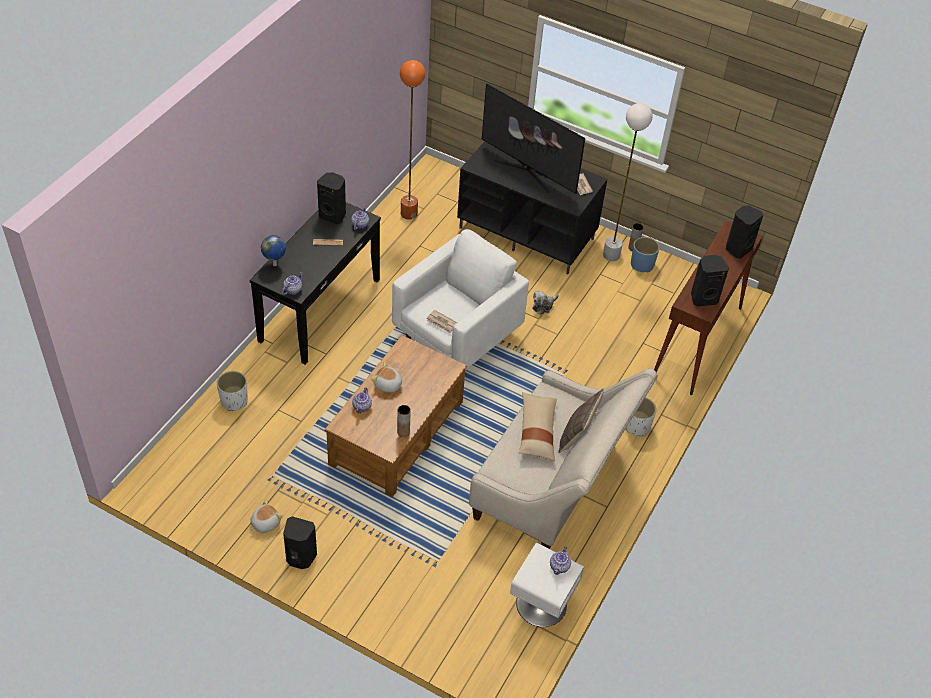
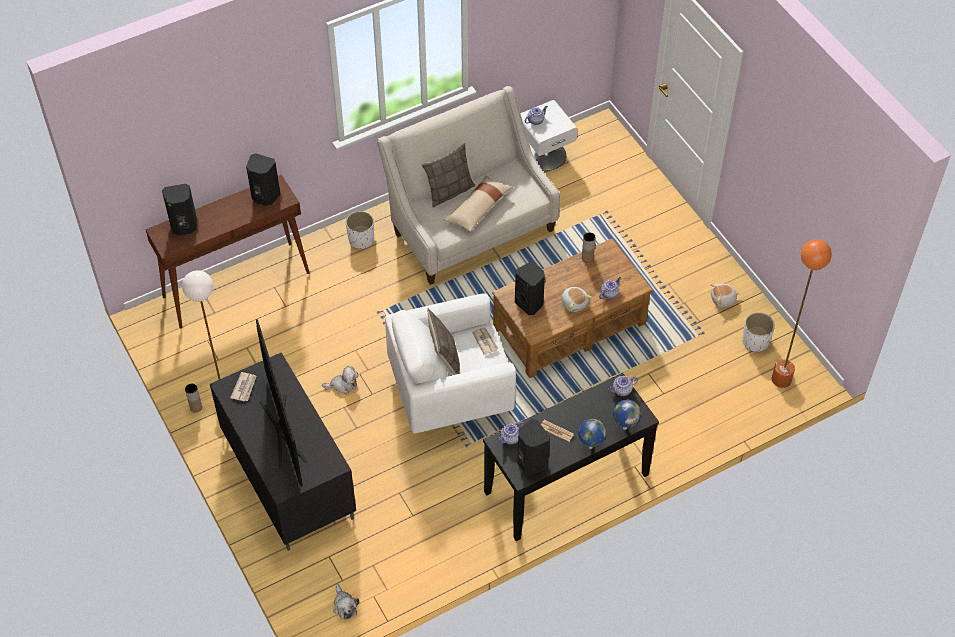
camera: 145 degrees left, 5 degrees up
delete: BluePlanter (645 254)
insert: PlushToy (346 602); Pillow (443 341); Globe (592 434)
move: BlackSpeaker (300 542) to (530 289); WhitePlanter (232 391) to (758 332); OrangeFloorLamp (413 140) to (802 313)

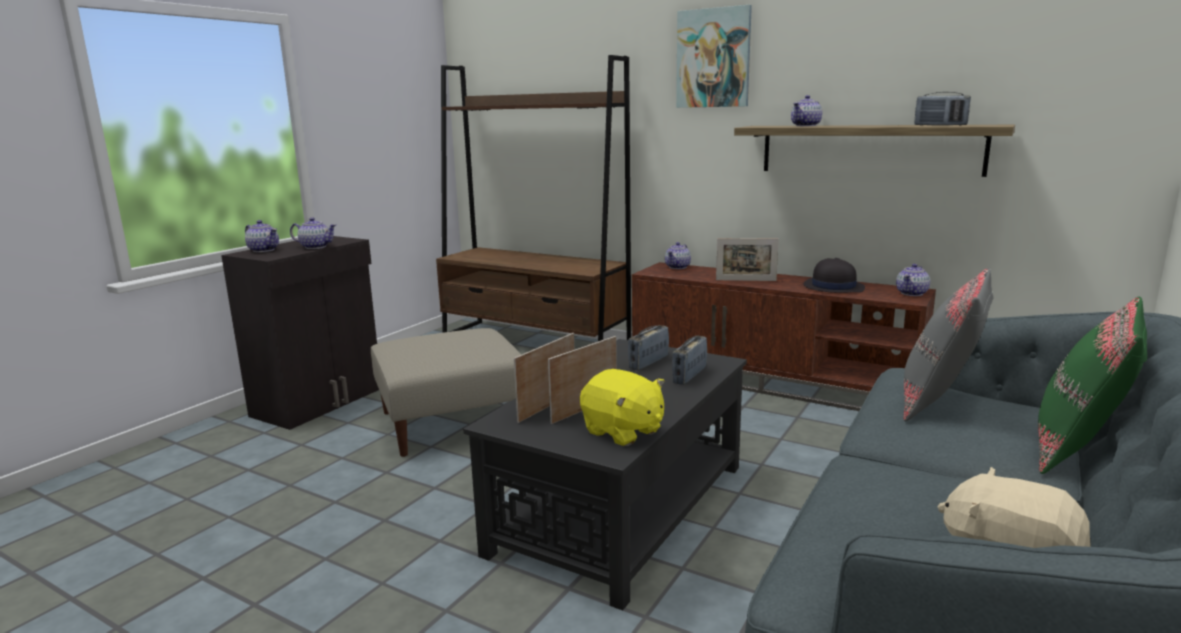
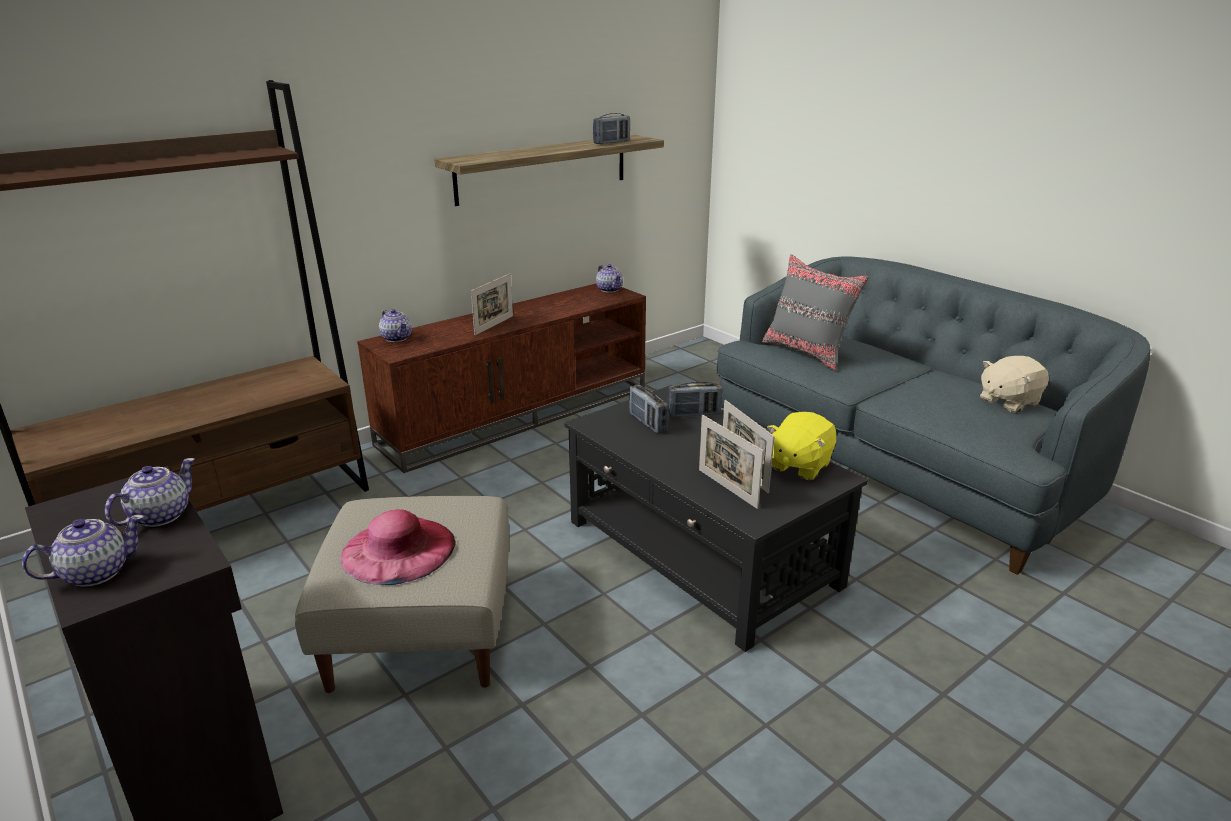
camera: 70 degrees left, 10 degrees up
delete: Picture (714 56); Teapot (806 110); BlackHat (834 275); GreenPillow (1092 385)
insert: PinkHat (398 547)
rotate: Radio (689 360) = (695 399) 60 degrees counterclockwise; YellowPlushToy (622 407) = (801 446) 150 degrees clockwise

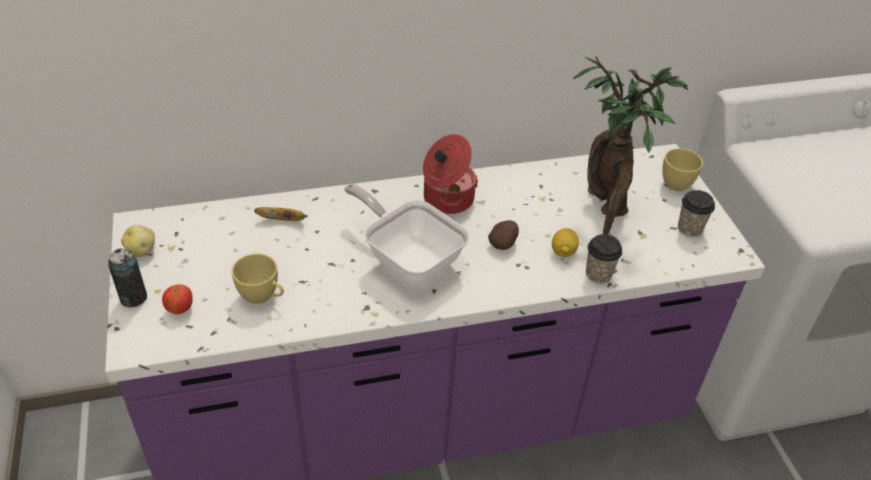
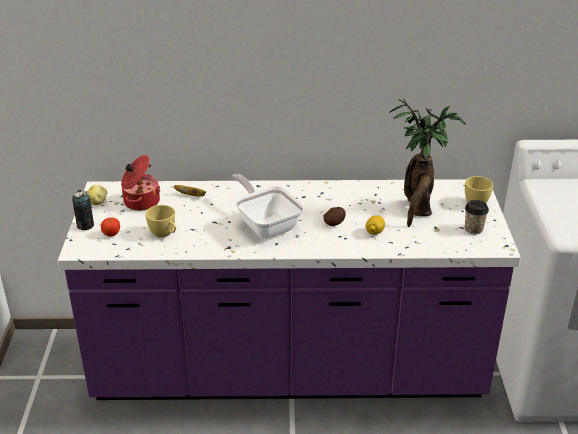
camera: 15 degrees right, 10 degrees down
delete: Cup (604 259)
move: CookingPot (450 174) to (140 183)

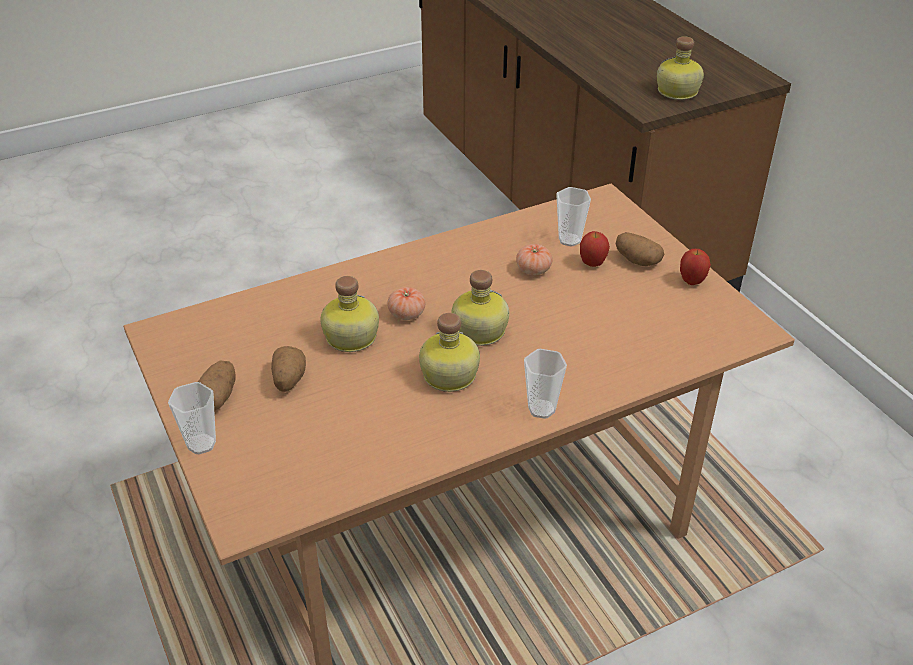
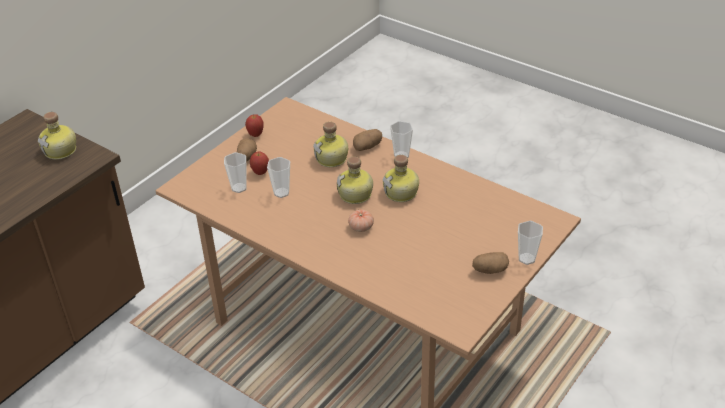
camera: 115 degrees left, 0 degrees up
move: Bottle (349 314) to (330 144); Potato (288 369) to (367 140)
replace: Tomato (534 259) to Cup (278 177)

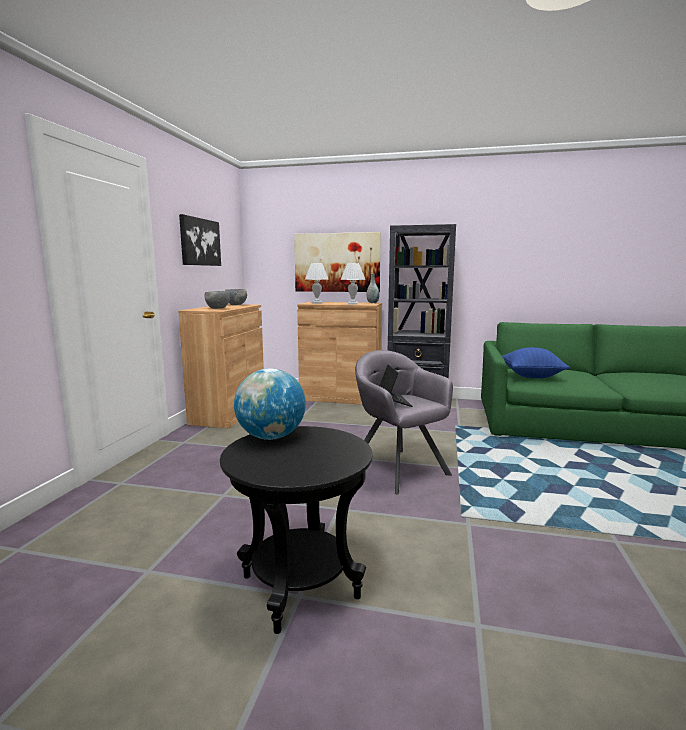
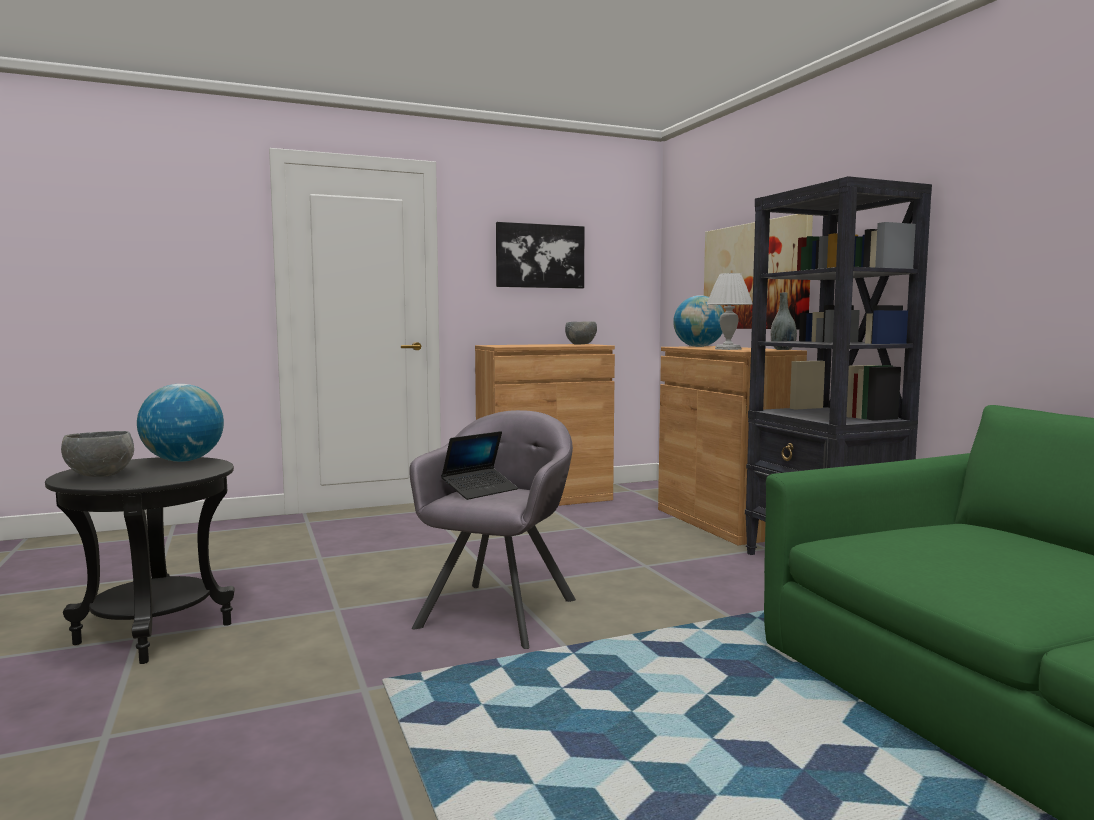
camera: 55 degrees right, 5 degrees down
delete: BluePillow (535 362)
move: GreyBowl (217 300) to (97 454)
replace: WhiteTableLamp (316 283) to Globe (698 321)

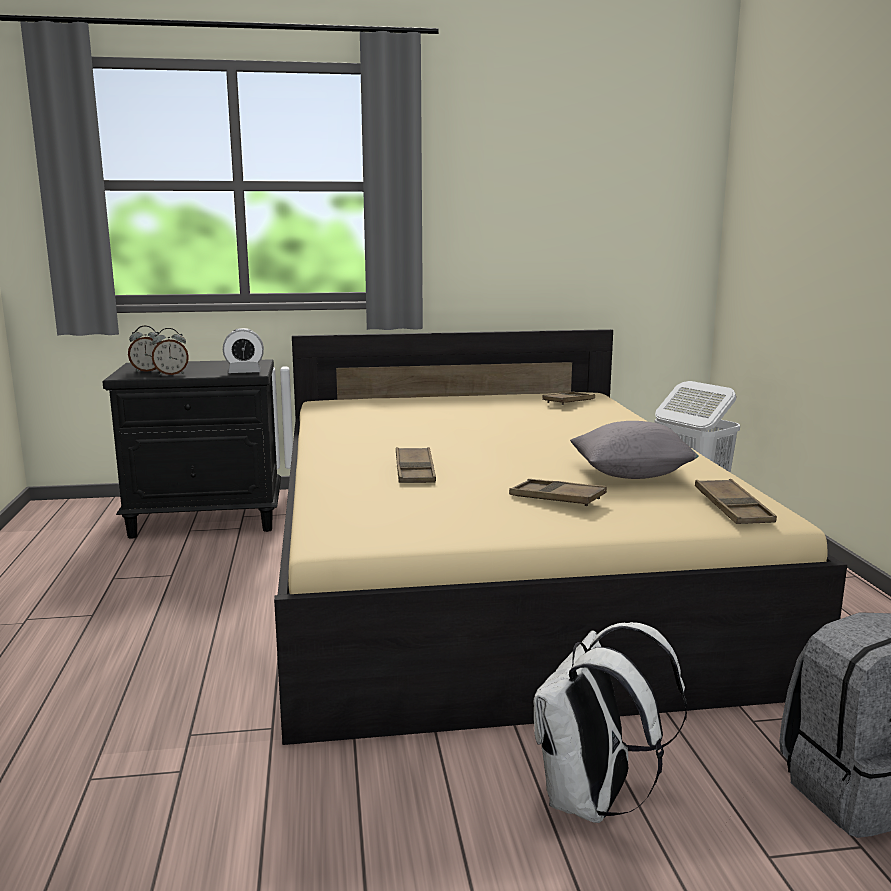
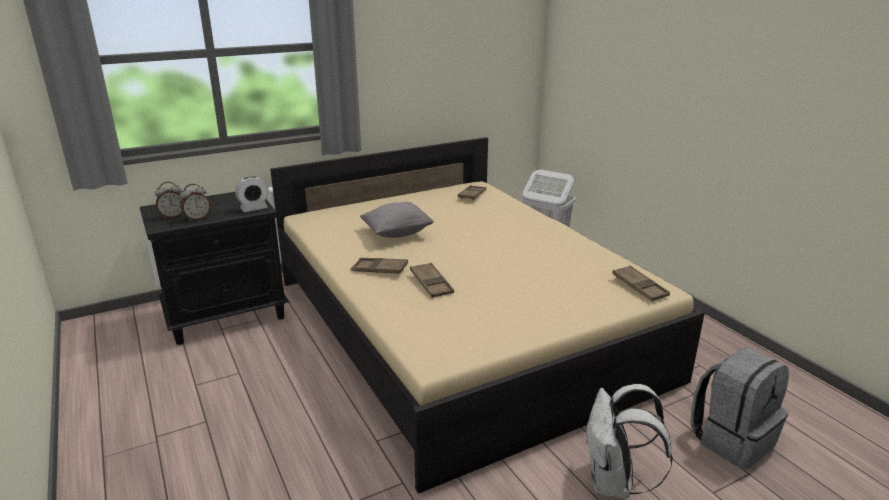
camera: 20 degrees left, 10 degrees up
move: BrownTray (558 492) to (379 266); GreyPillow (634 450) to (397 220)

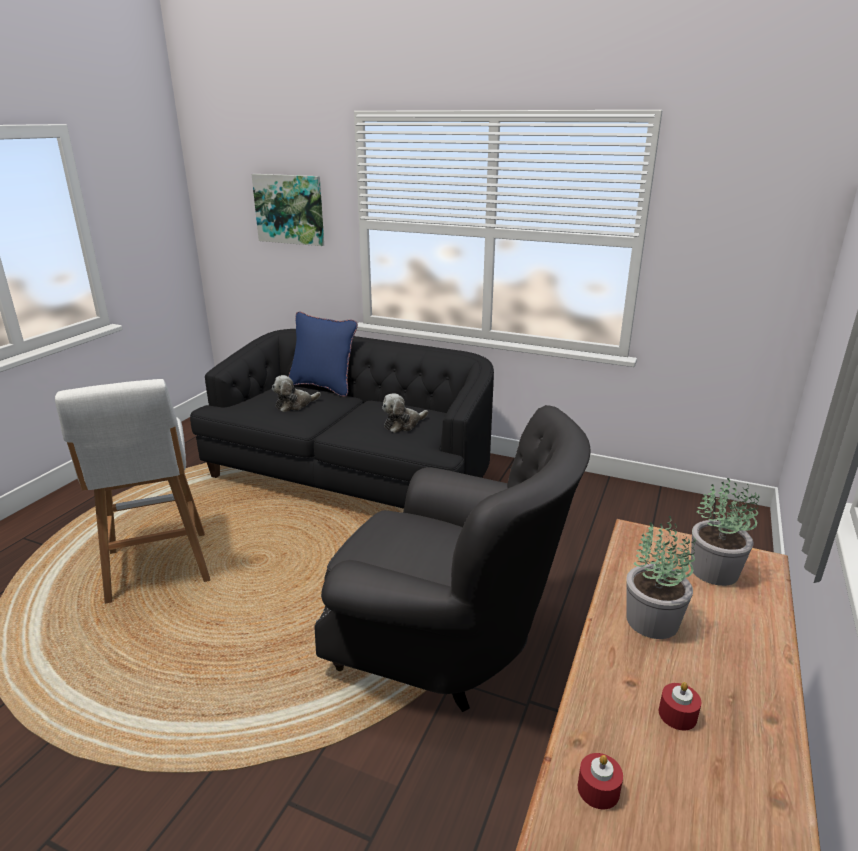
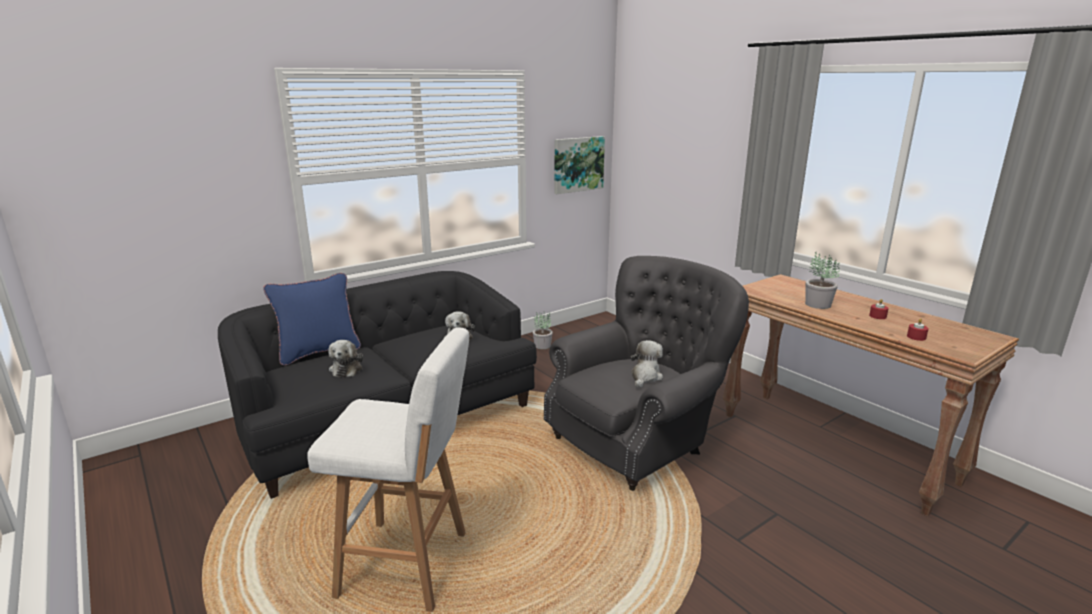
camera: 60 degrees left, 5 degrees down
insert: PlushToy (646 364)
move: PottedPlant (724 532) to (543 331); Picture (287 210) to (579 165)

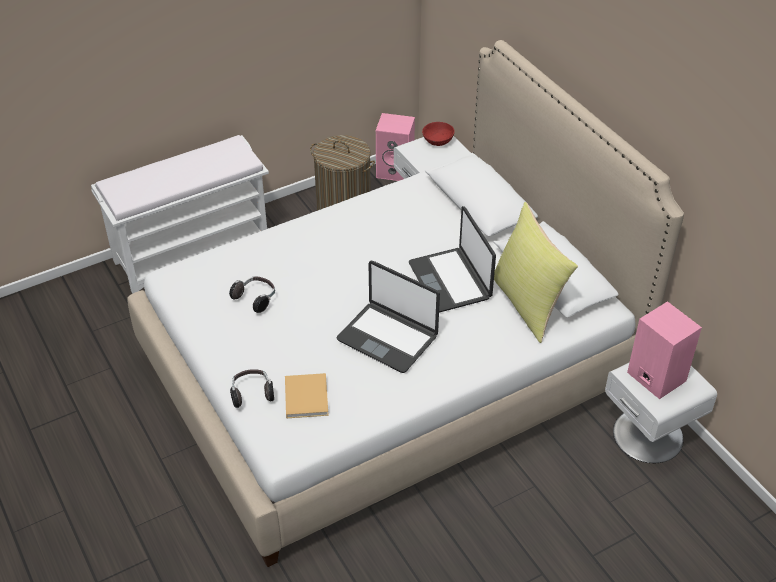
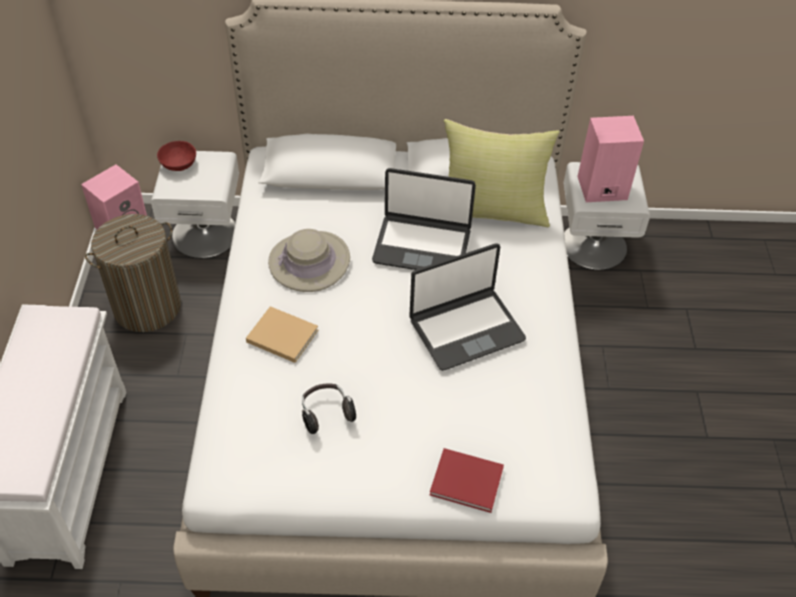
camera: 60 degrees left, 5 degrees up
insert: BeigeHat (309 260)
move: BeigeBook (307 396) to (282 334)
replace: Headphones (252 388) to RedBook (467 480)

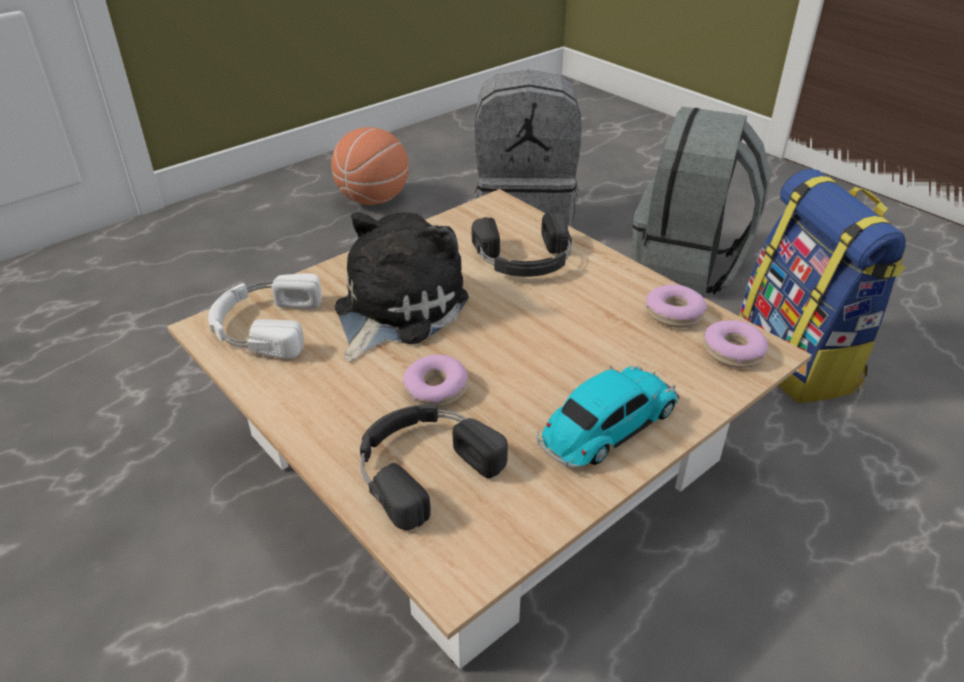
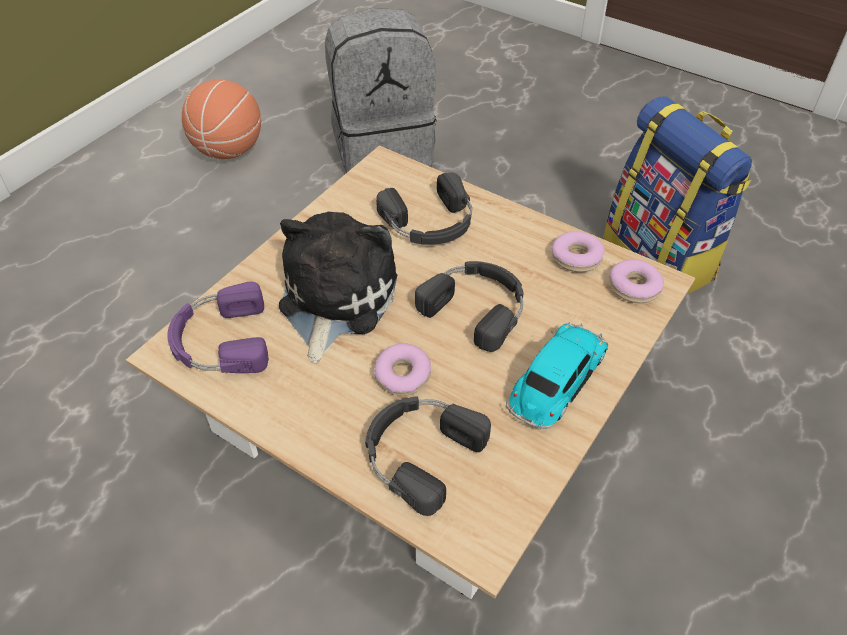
camera: 15 degrees left, 10 degrees up
delete: GreyBackpack (701 202)
insert: BlackHeadphones (469 306)
recolor: WhiteHeadphones (265 316) to PurpleHeadphones (218 327)

